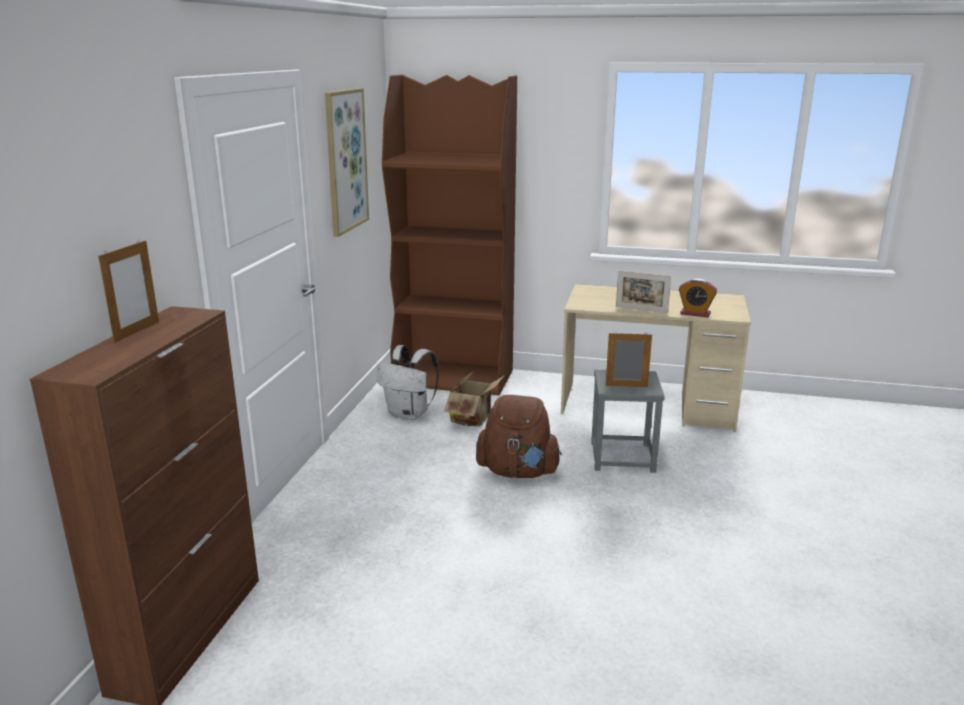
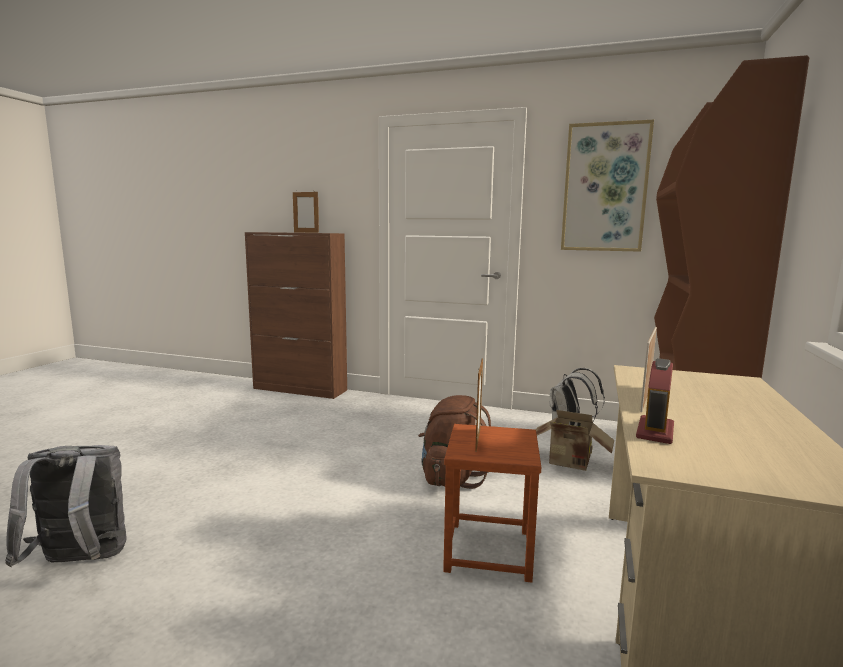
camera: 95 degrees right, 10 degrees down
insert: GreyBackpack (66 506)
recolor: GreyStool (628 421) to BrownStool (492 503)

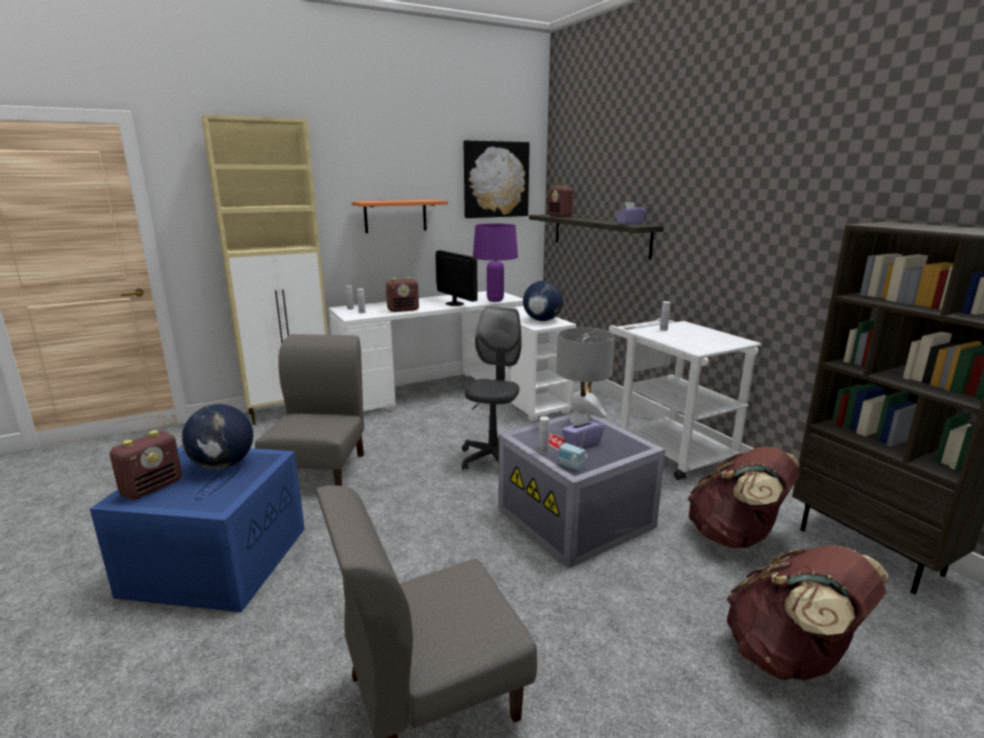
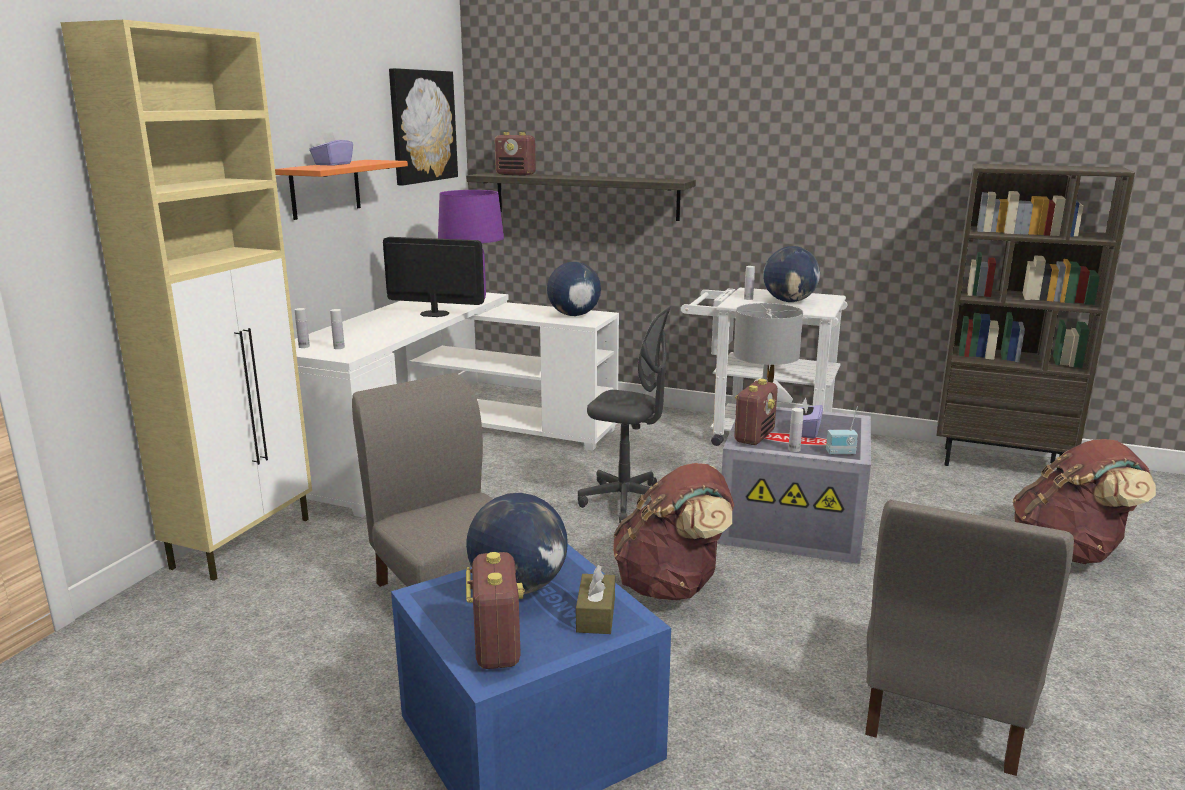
camera: 40 degrees left, 0 degrees up
insert: BrownTissueBox (595 599); Globe (791 274)
move: PurpleTissueBox (630 213) to (331 149); BrownBackpack (744 497) to (674 531); Radio (402 294) to (756 412)
rotate: GreyOfficeChair (492 388) = (624 414) 135 degrees clockwise

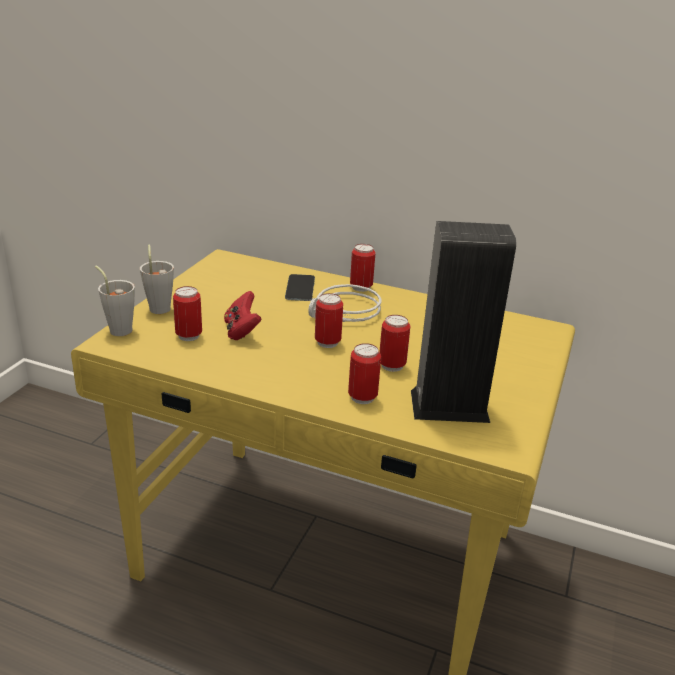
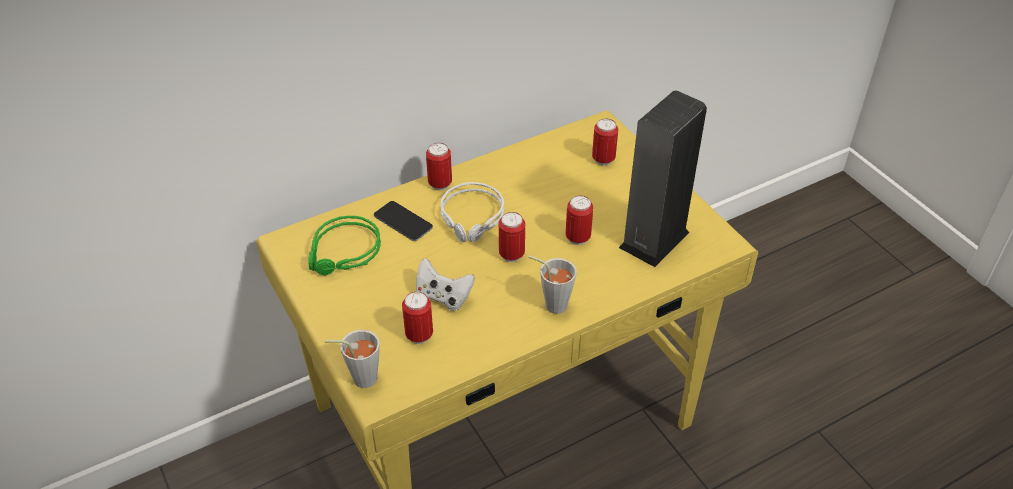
camera: 50 degrees left, 15 degrees up
insert: GreenHeadphones (344 245)
move: GreyCup (157 279) to (552 284); Can (364 373) to (605 142)
recolor: RedGameController (243 315) to WhiteGameController (445 284)

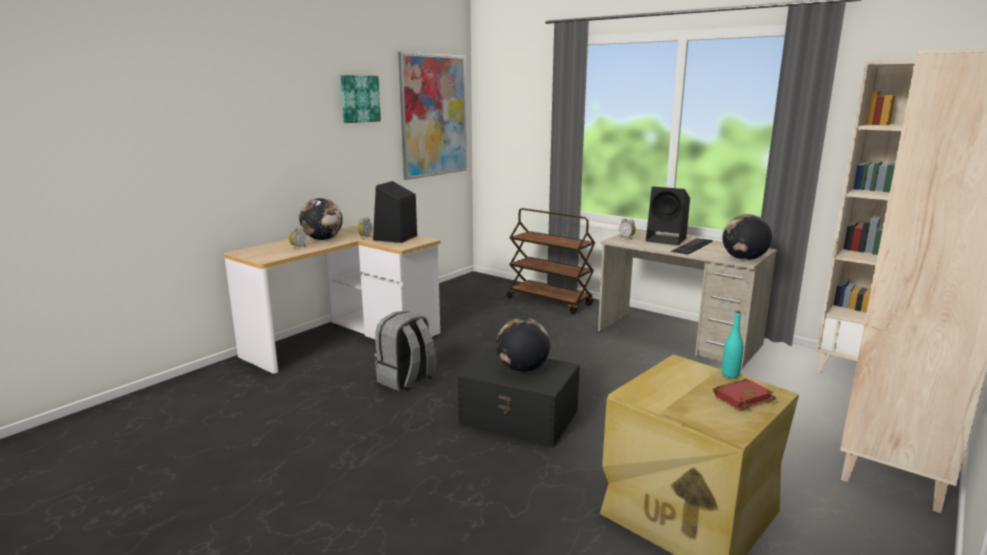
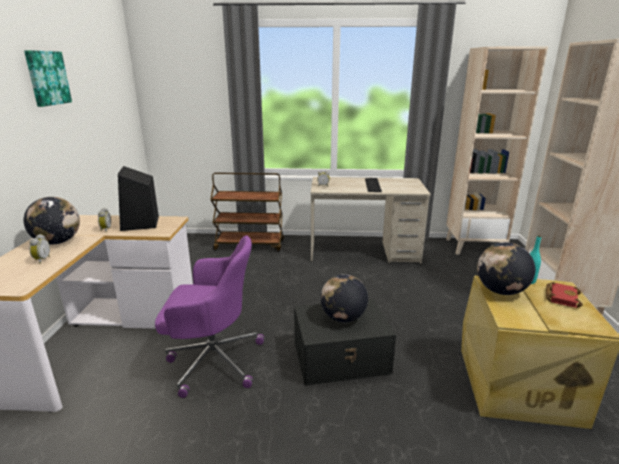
camera: 35 degrees left, 5 degrees up
delete: Picture (432 116); BlackSpeaker (668 216)
move: Globe (747 237) to (506 268)
replace: GreyBackpack (405 351) to PurpleOfficeChair (209 317)

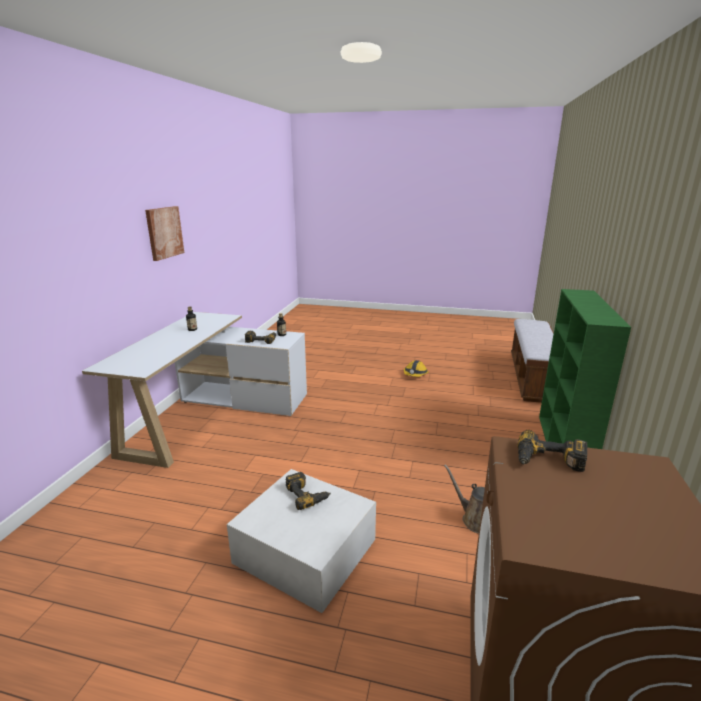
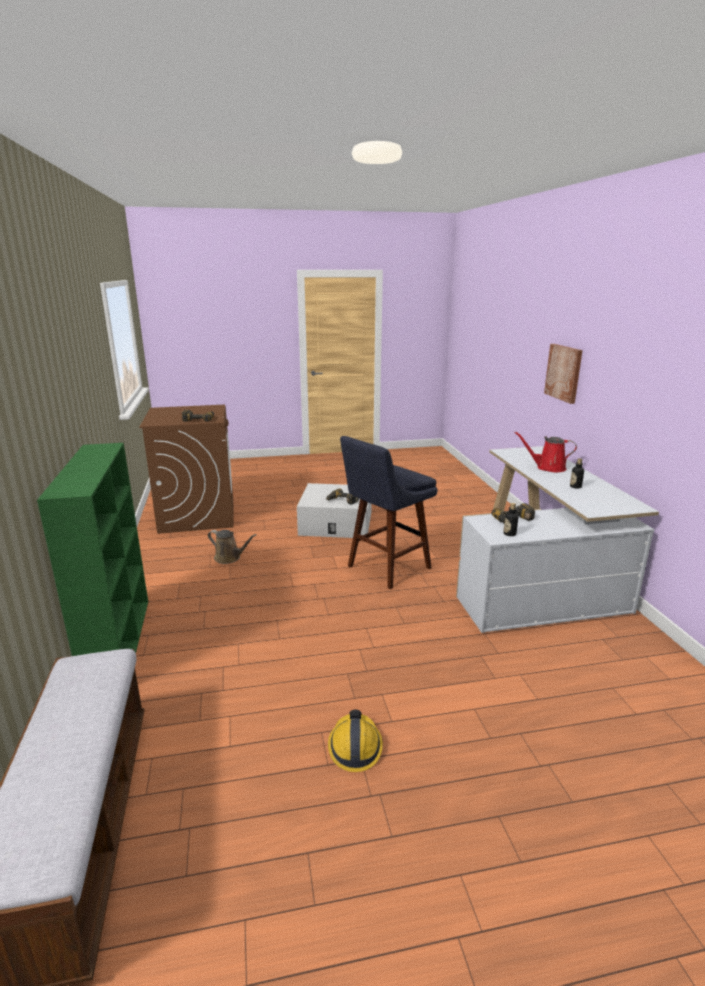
camera: 155 degrees right, 0 degrees up
insert: BlueStool (389 512); RedWateringCan (546 452)
move: Picture (164 233) to (563 374)

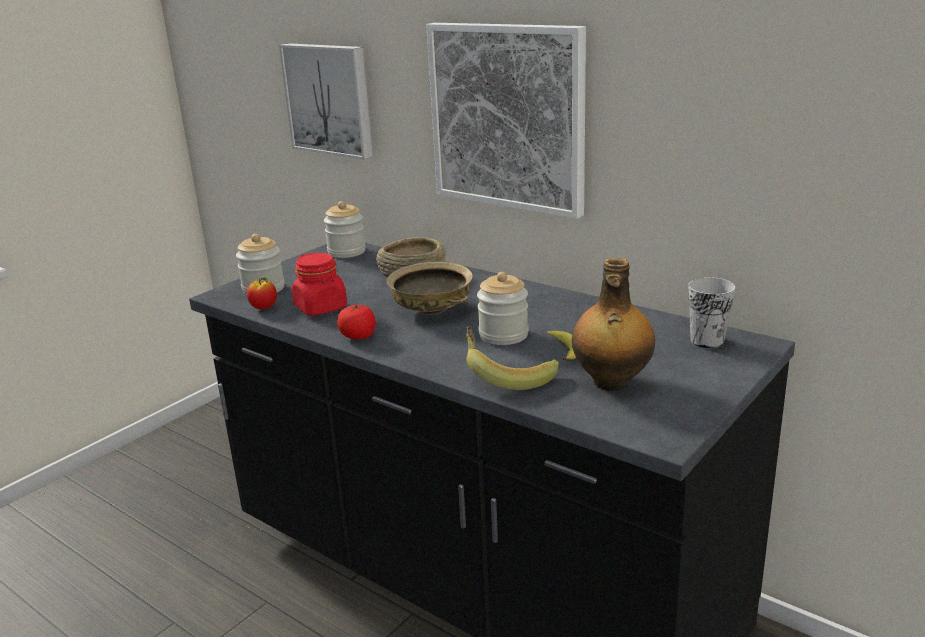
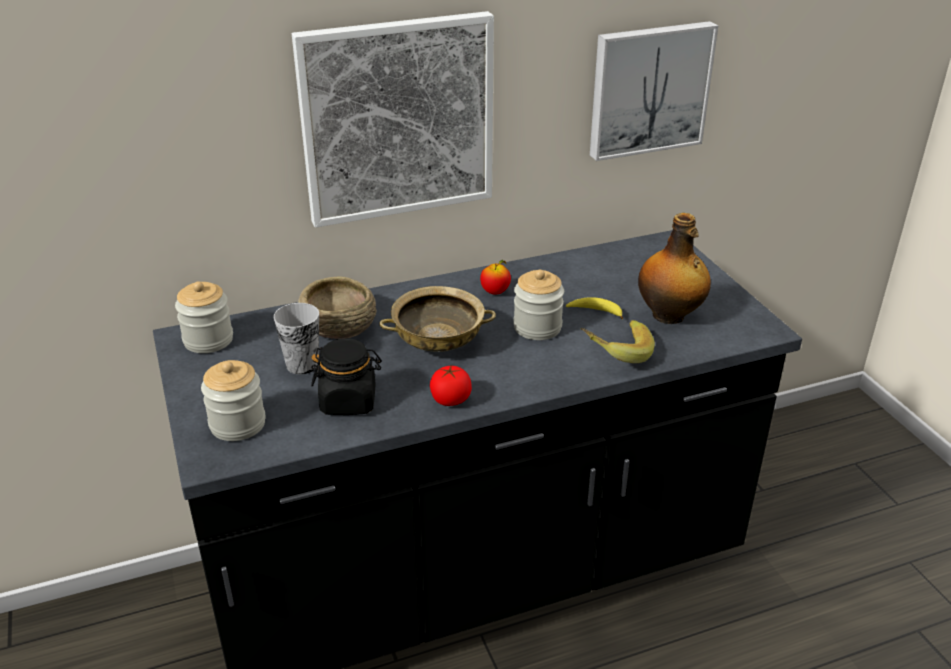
camera: 60 degrees left, 10 degrees up
move: Cup (711 312) to (296 338); Apple (262 293) to (495 277); Picture (326 101) to (654 91)
recolor: RedJar (319 284) to BlackJar (346 376)

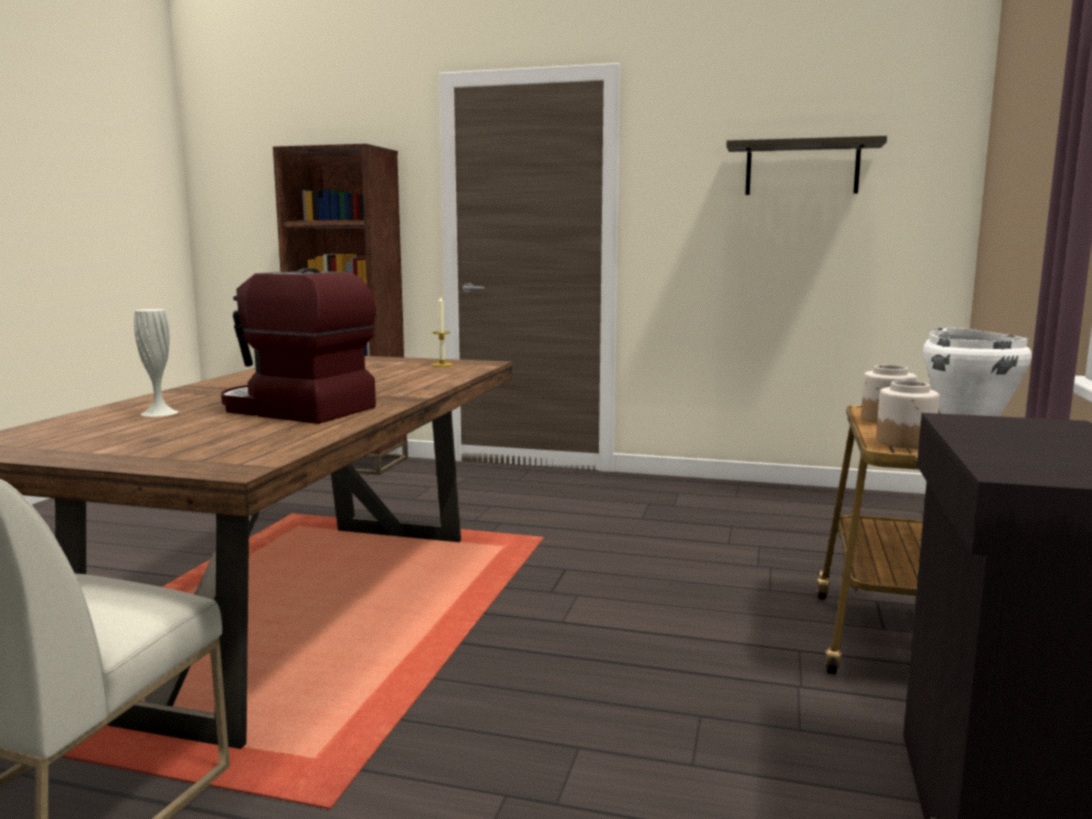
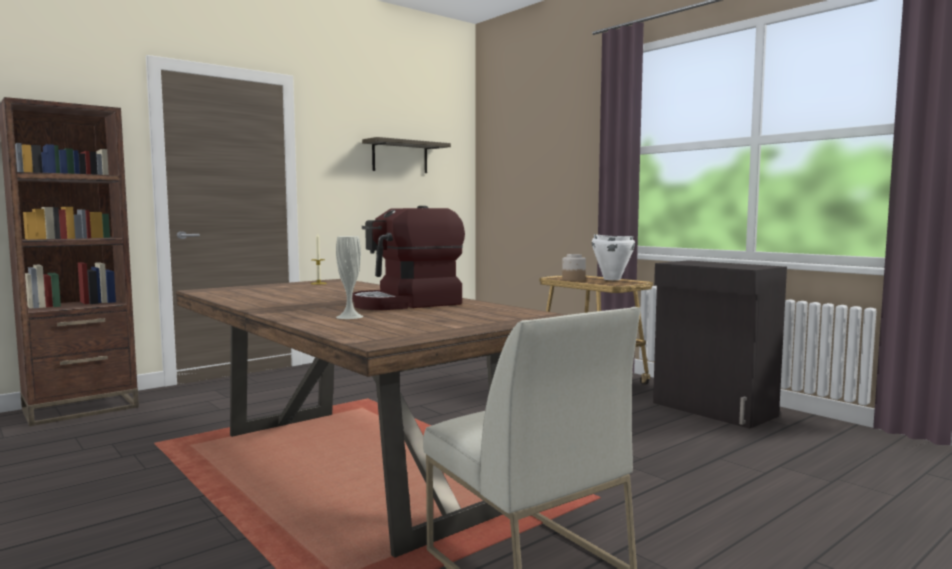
camera: 55 degrees left, 5 degrees down
delete: Jar (908 415)

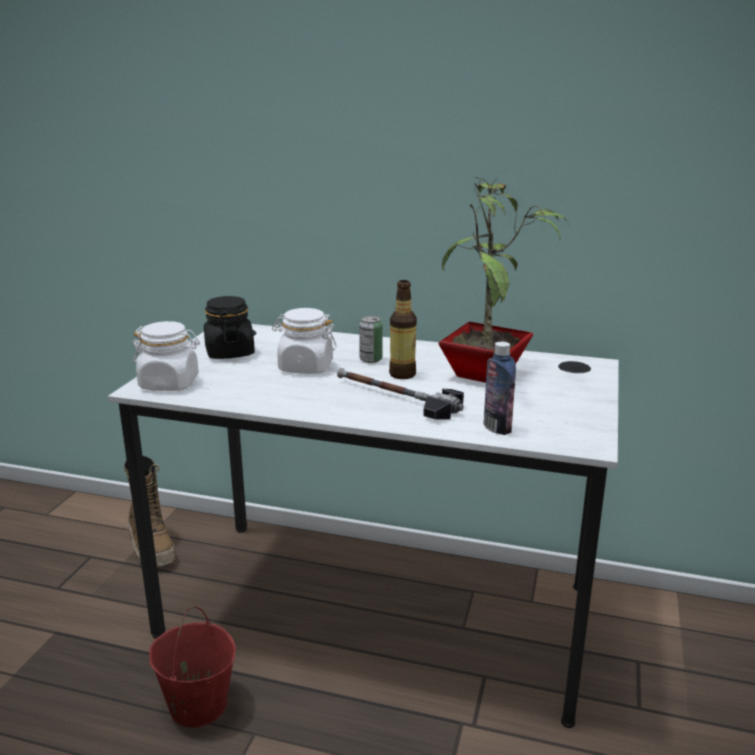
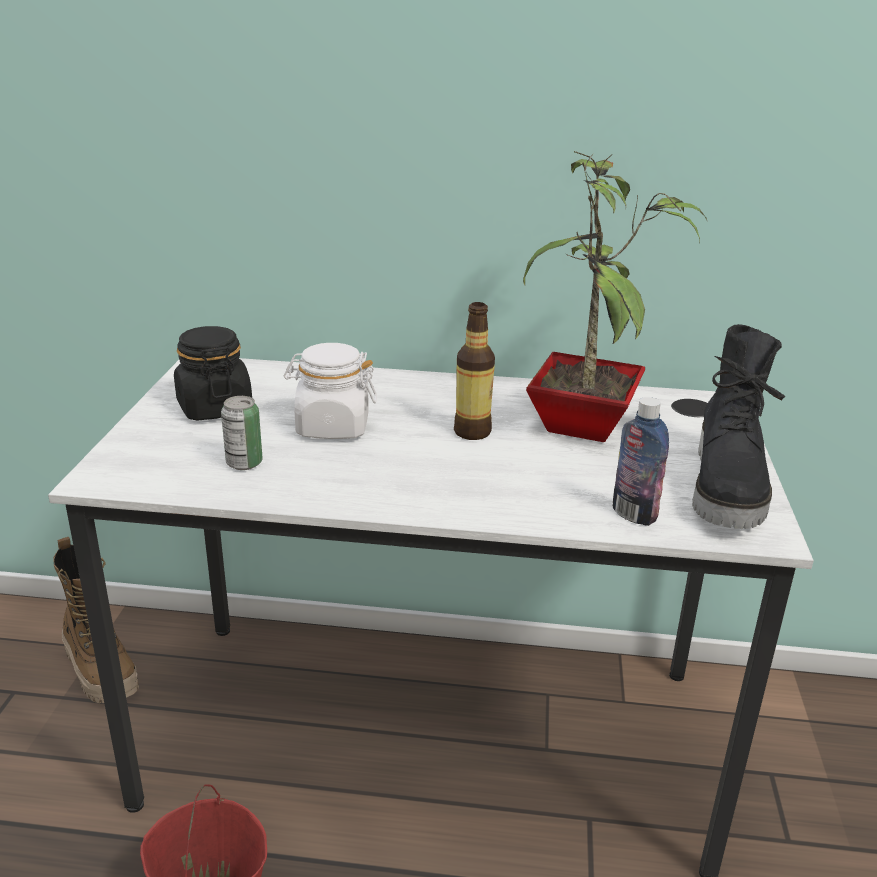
camera: 10 degrees left, 5 degrees up
delete: WhiteJar (166 356); Hammer (400 394)
insert: BlackBoot (738 426)
move: Can (371 339) to (242 433)

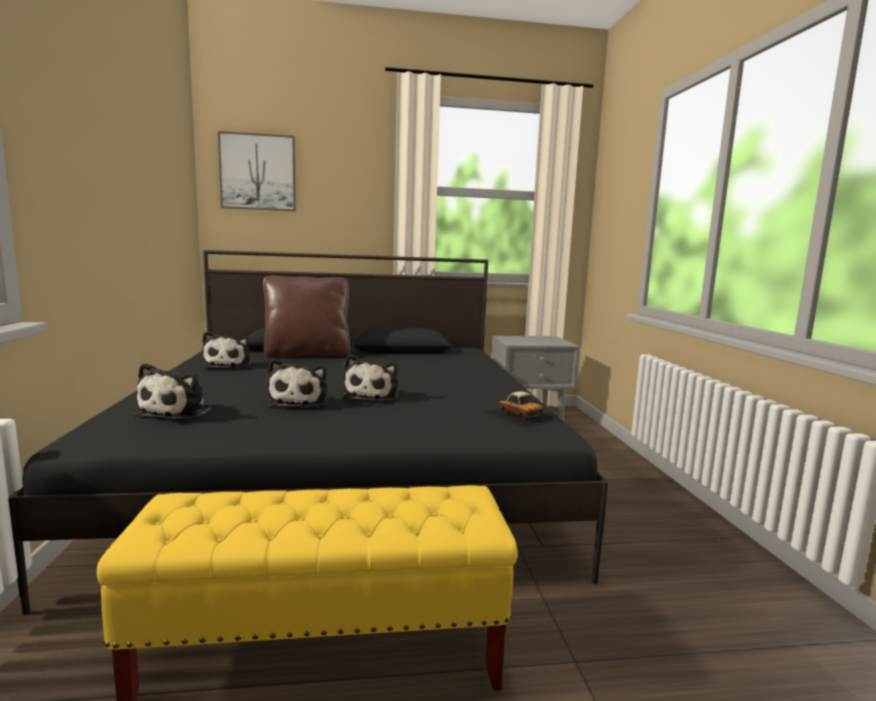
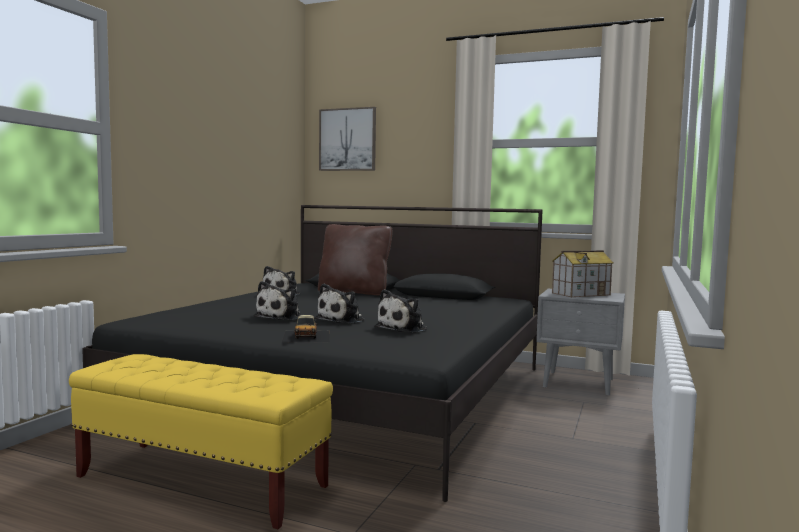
camera: 30 degrees right, 5 degrees down
insert: ToyHouse (582 273)
move: ToyCar (522 409) to (305 329); PlushToy (172 391) to (400 311)

